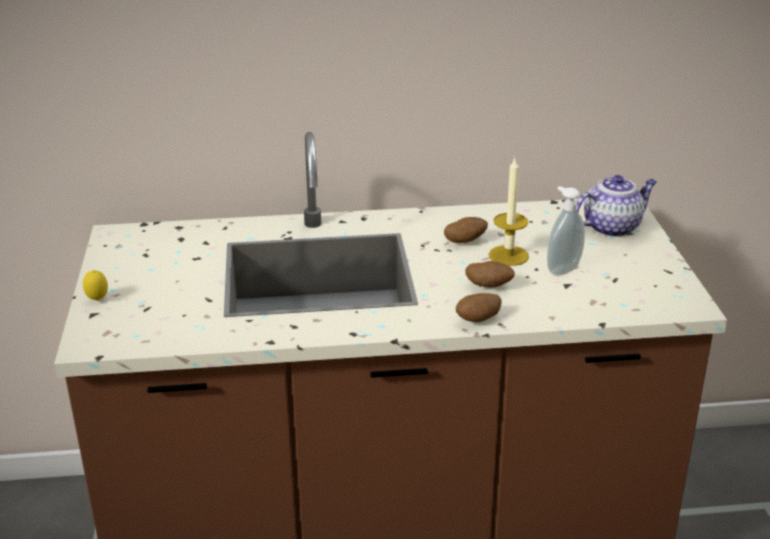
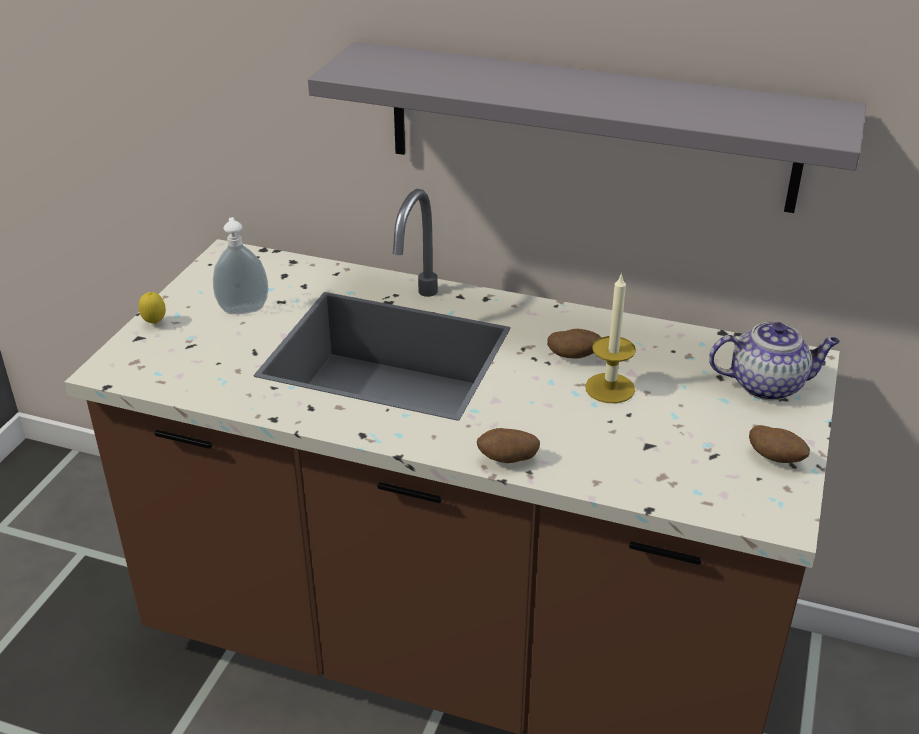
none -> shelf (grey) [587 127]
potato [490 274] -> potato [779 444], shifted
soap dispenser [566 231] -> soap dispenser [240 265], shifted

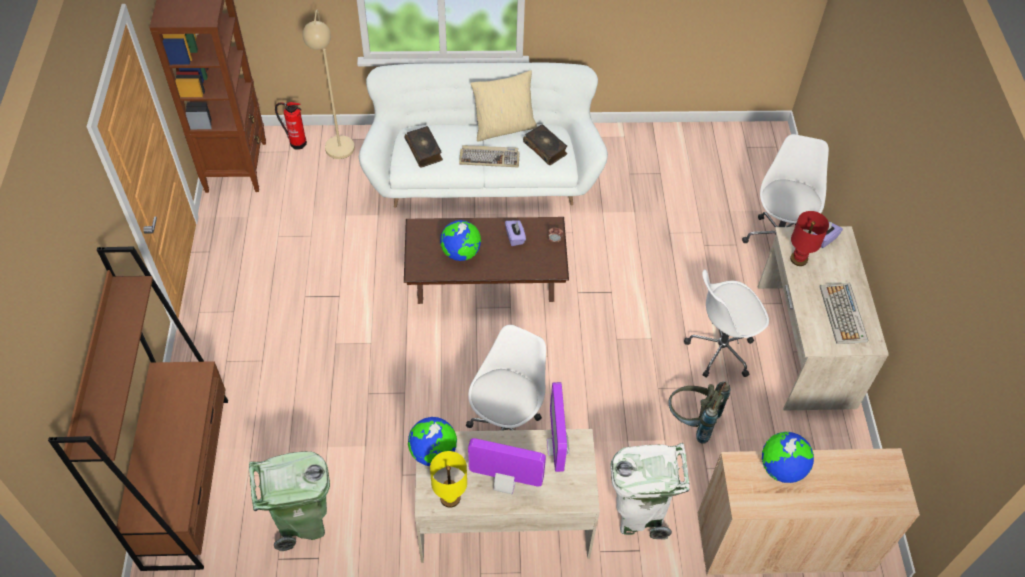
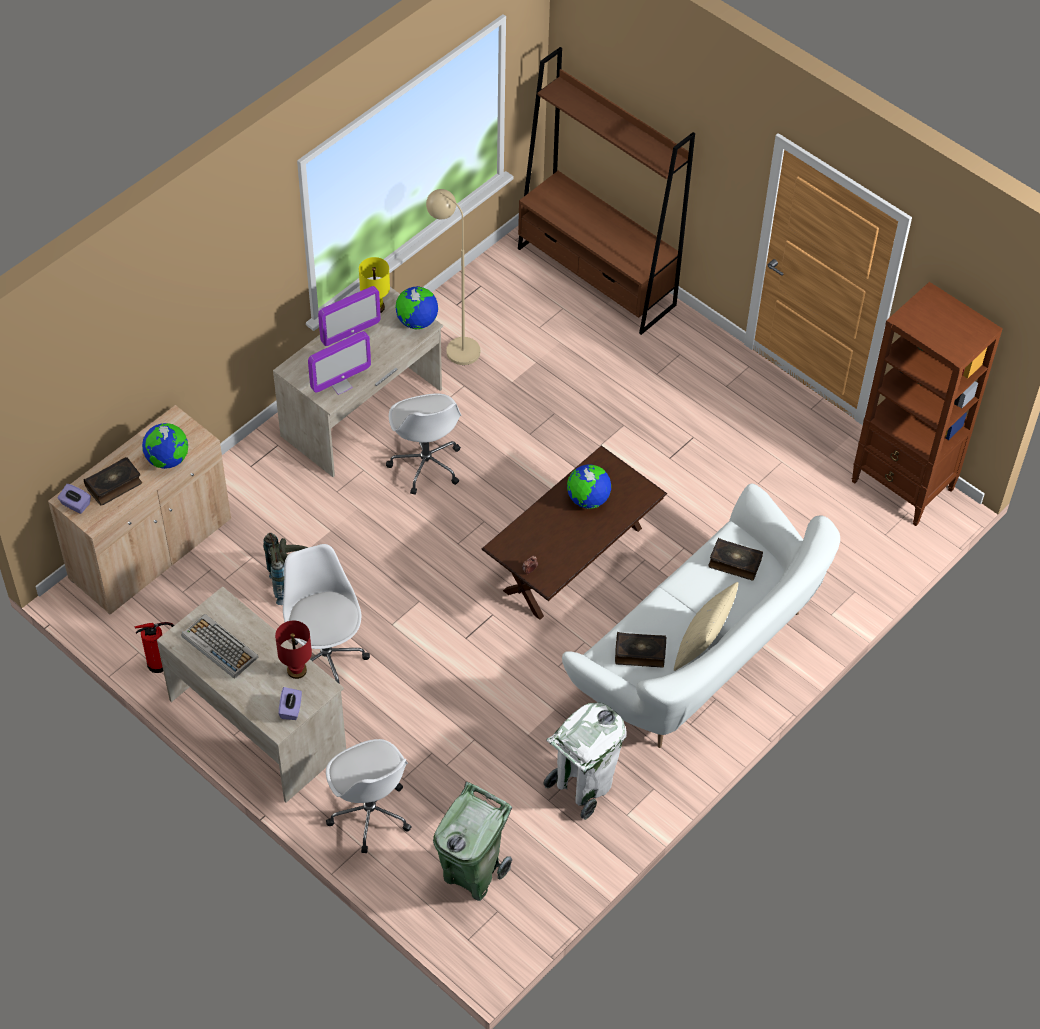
keyboard [489 156] -> none
none -> book [113 481]
trash can (green) [289 501] -> trash can (green) [472 841], shifted
fire extinguisher [291 126] -> fire extinguisher [154 647], shifted
floor lamp (beige) [328 84] -> floor lamp (beige) [453 277], shifted
tissue box (purple) [515 233] -> tissue box (purple) [74 499], shifted
trash can (white) [650 491] -> trash can (white) [585 761], shifted
monitor [558 427] -> monitor [339 363], 105 degrees clockwise
office chair (white) [726 323] -> office chair (white) [326 614], 45 degrees counterclockwise

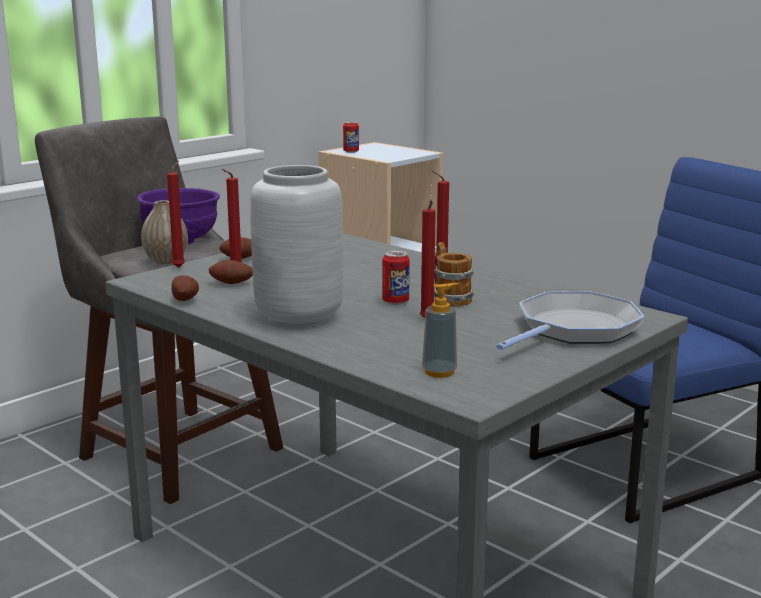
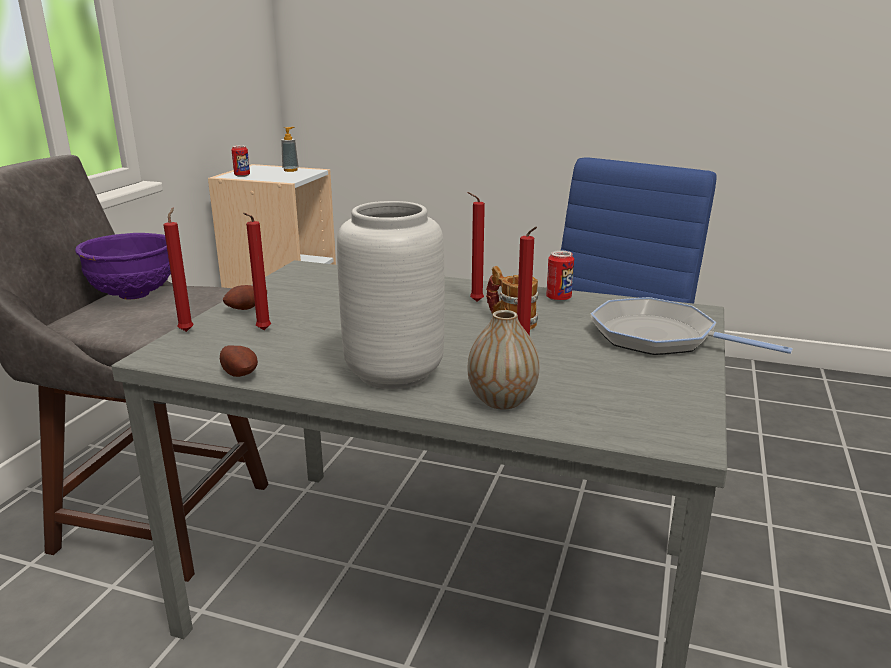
potato [231 272] -> none
vase [164 232] -> vase [503 360], shifted
can [396 277] -> can [560 276], shifted
soap dispenser [440 330] -> soap dispenser [290 149], shifted
frying pan [570 321] -> frying pan [692 326], 75 degrees counterclockwise

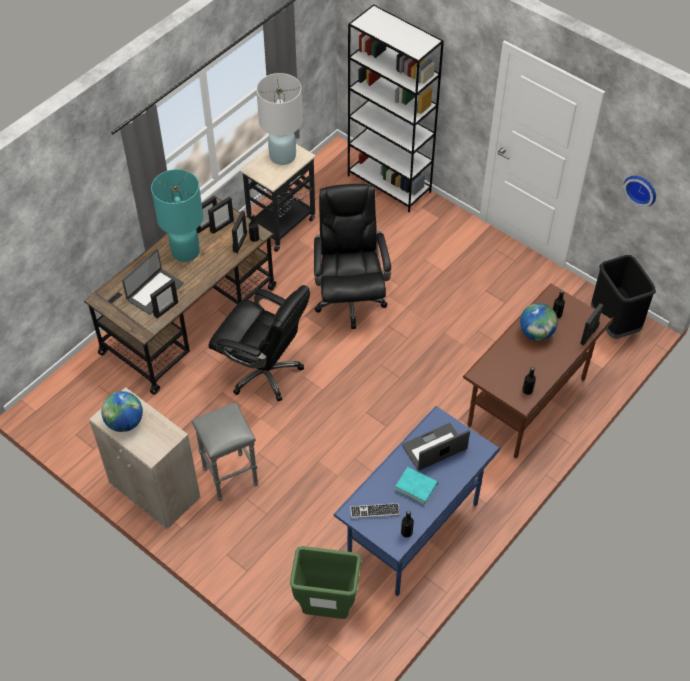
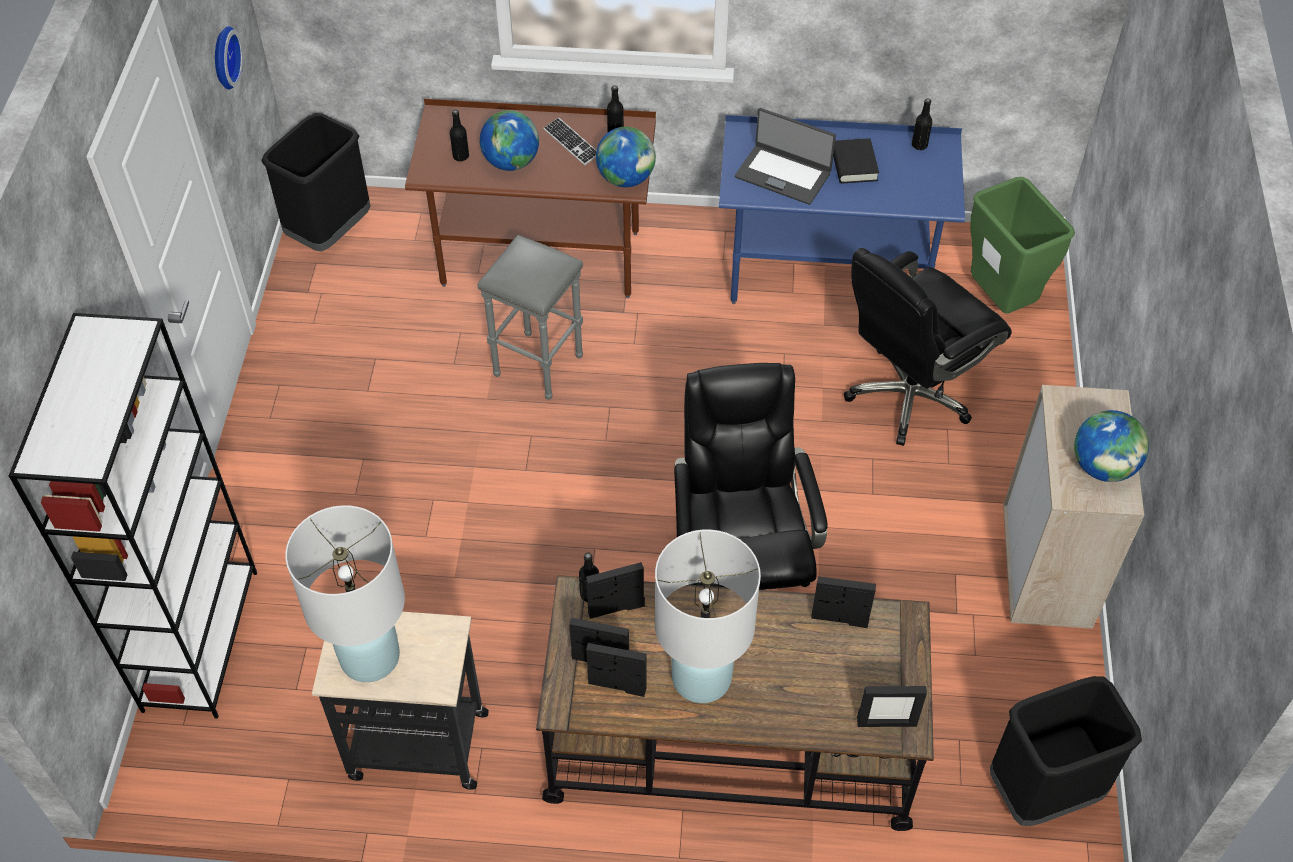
laptop [152 282] -> none
none -> globe [626 157]
none -> trash can (black) [1066 751]
stool (grey) [225 451] -> stool (grey) [530 317], shifted
office chair (black) [352 256] -> office chair (black) [928 347], shifted
keyboard [375 510] -> keyboard [570 141], shifted
picture frame [591 324] -> picture frame [892 706], shifted
table lamp (turquoise) [177 215] -> table lamp (white) [708 616]
book (turquoise) [416 486] -> book (black) [856 160]

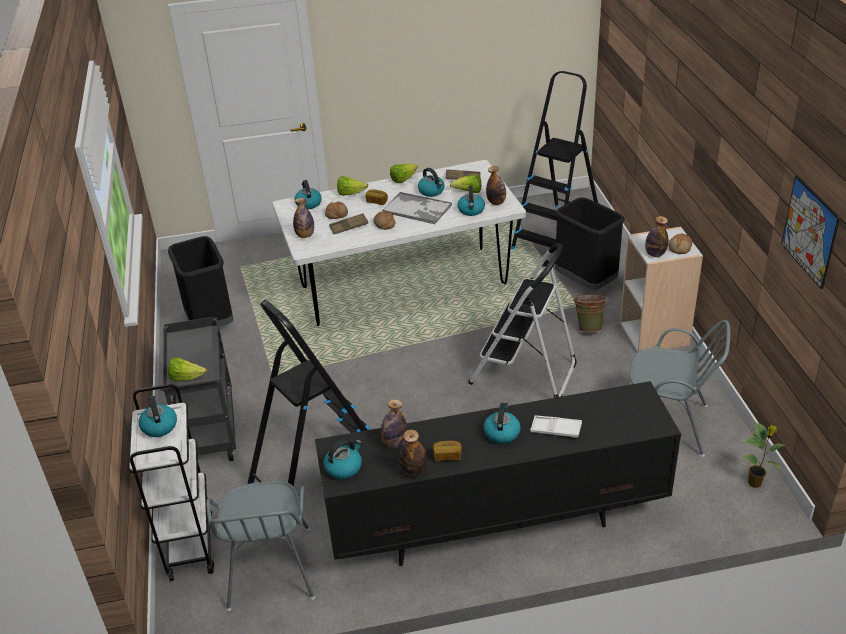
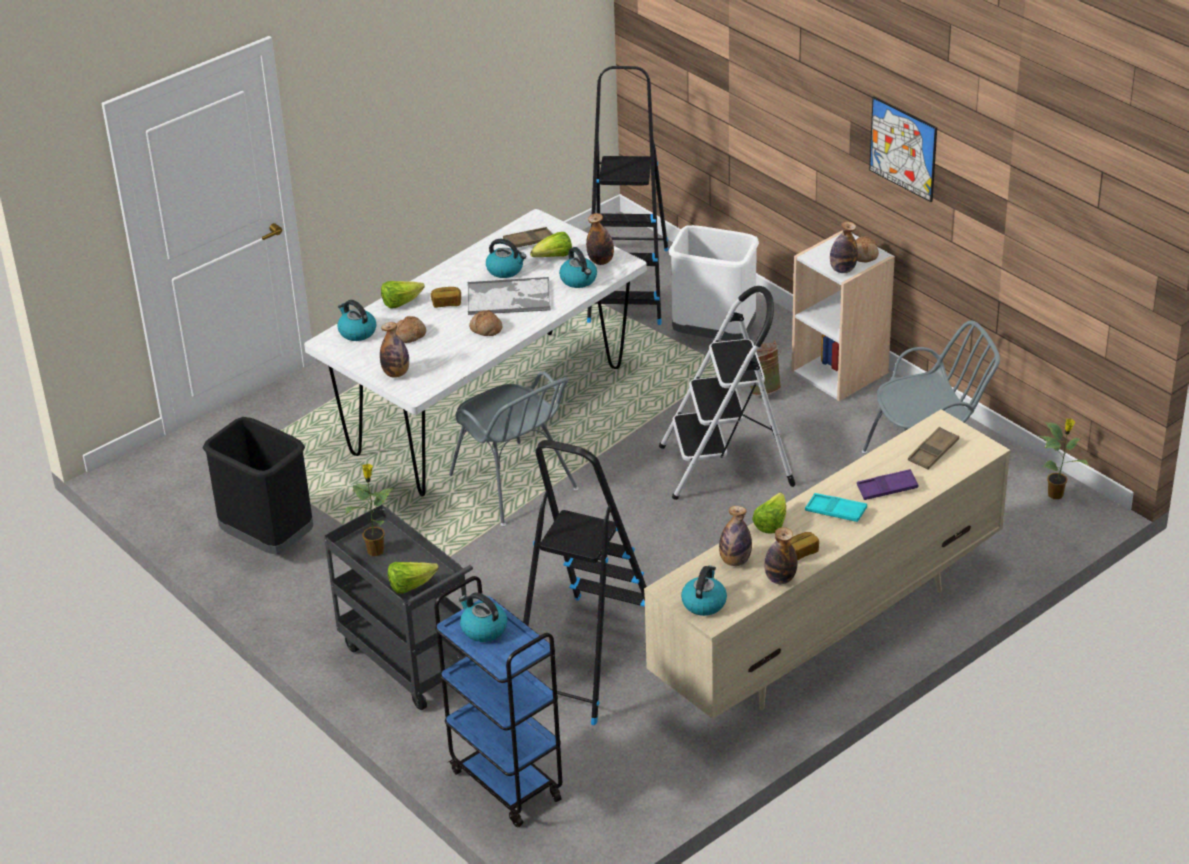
none -> potted plant [369 509]
chair (grey) [260 546] -> chair (grey) [514 449], shifted
tray (brown) [348 223] -> tray (brown) [933 448], shifted
lettuce [404 173] -> lettuce [769 513], shifted
picture [810 232] -> picture [903 149], shifted
kettle [501 423] -> tray (turquoise) [836 507]
cart (white) [171 483] -> cart (blue) [498 701]
cabinet (black) [498 473] -> cabinet (beige) [827 564]
tray (white) [556 426] -> tray (purple) [887 484]
trash can (black) [590 243] -> trash can (white) [714 283]

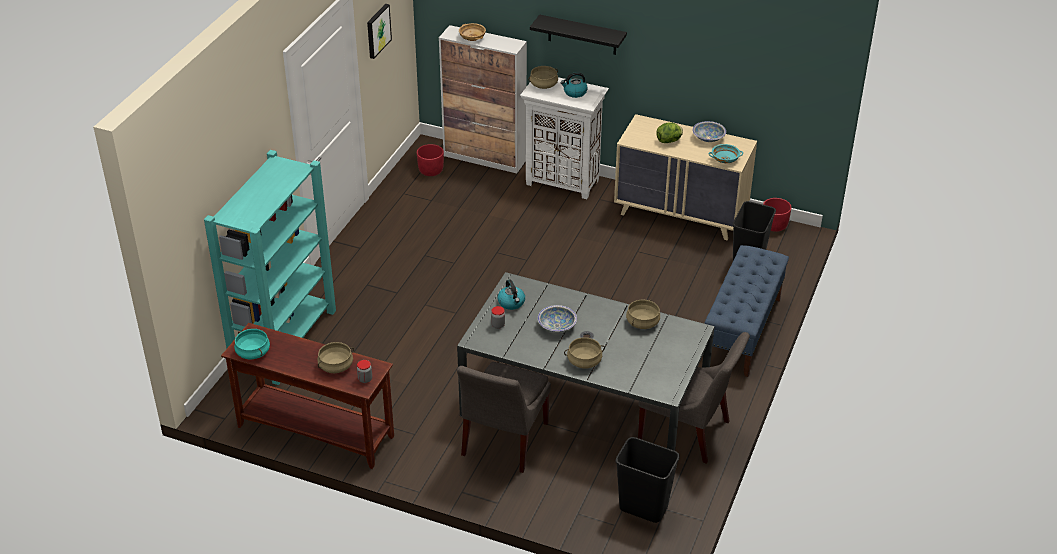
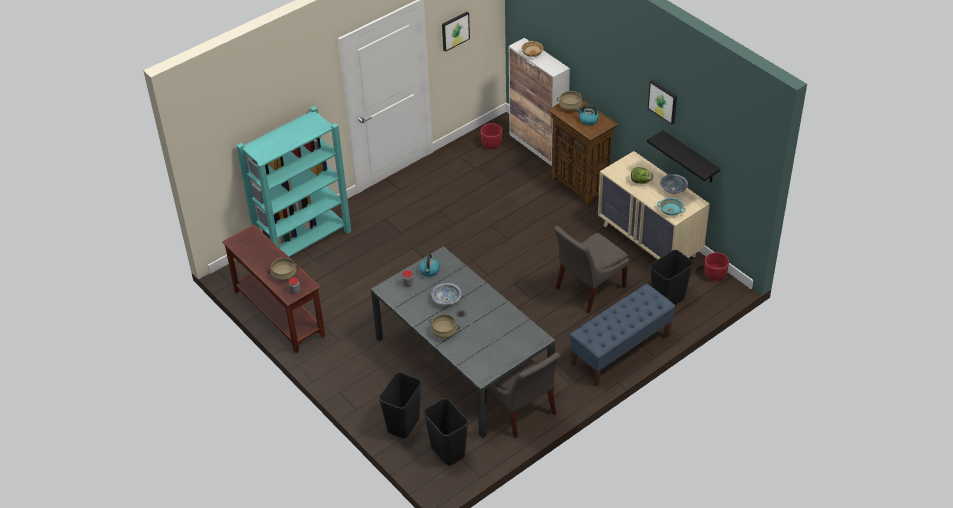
cooking pot (turquoise) [252 344] -> none
cooking pot (beige) [643 314] -> none
none -> trash can (black) [400 405]
none -> picture [662 102]
chair (grey) [504 417] -> chair (grey) [591 270], shifted
shelf (black) [578 35] -> shelf (black) [683 156], shifted
cabinet (white) [564 138] -> cabinet (brown) [583 153]

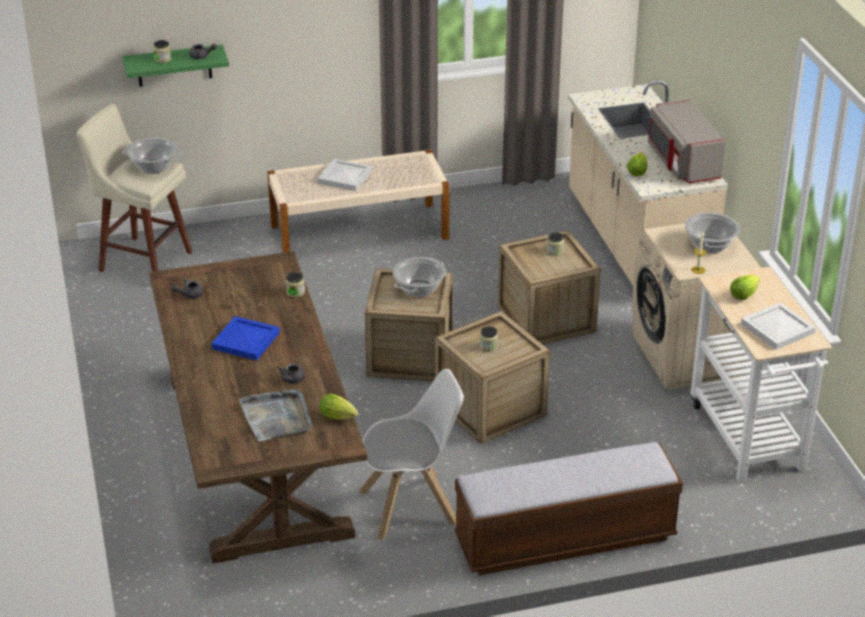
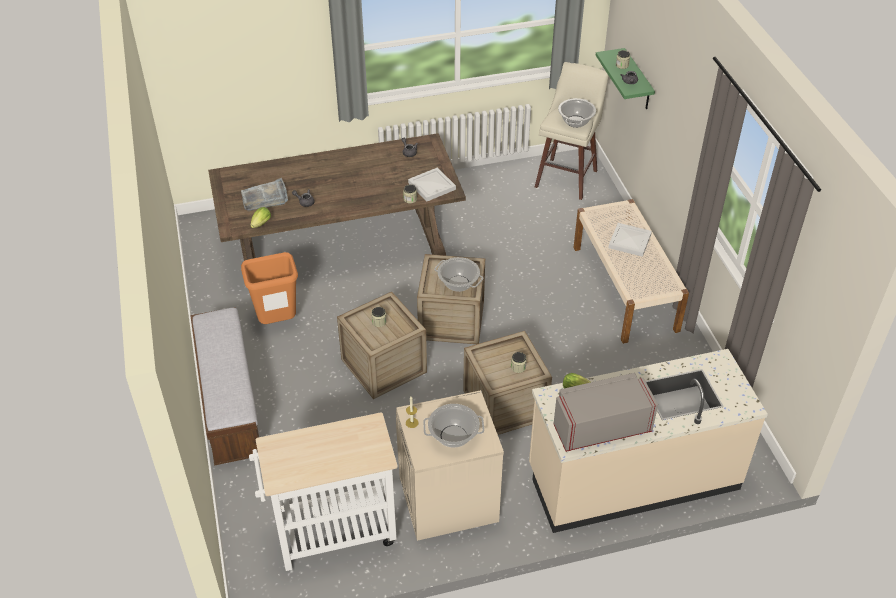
tray (blue) [245 338] -> none
lettuce [745 287] -> none
tray (white) [778 326] -> tray (white) [432 185], shifted
chair [411 454] -> trash can (orange) [269 288]

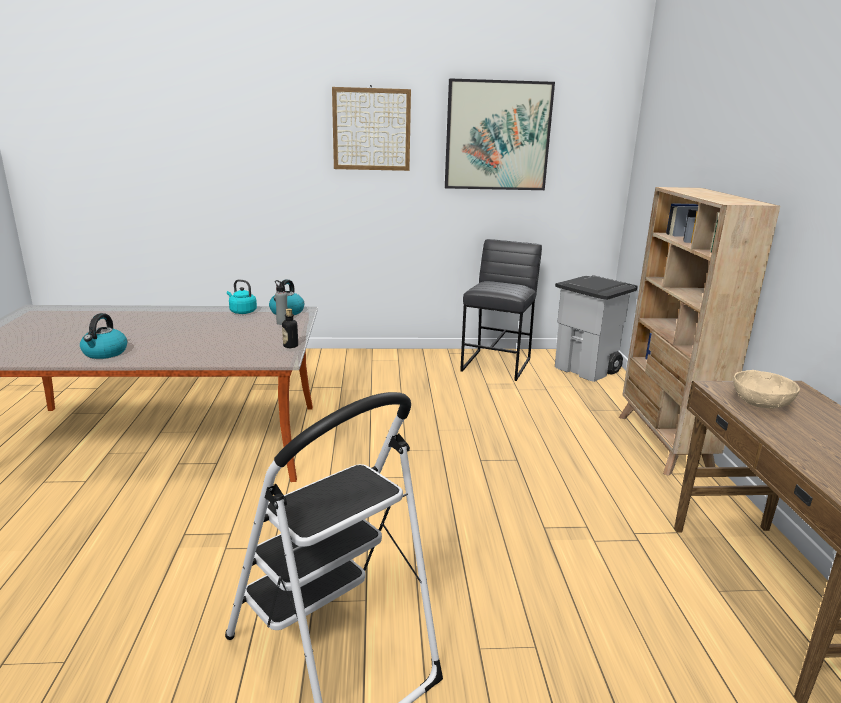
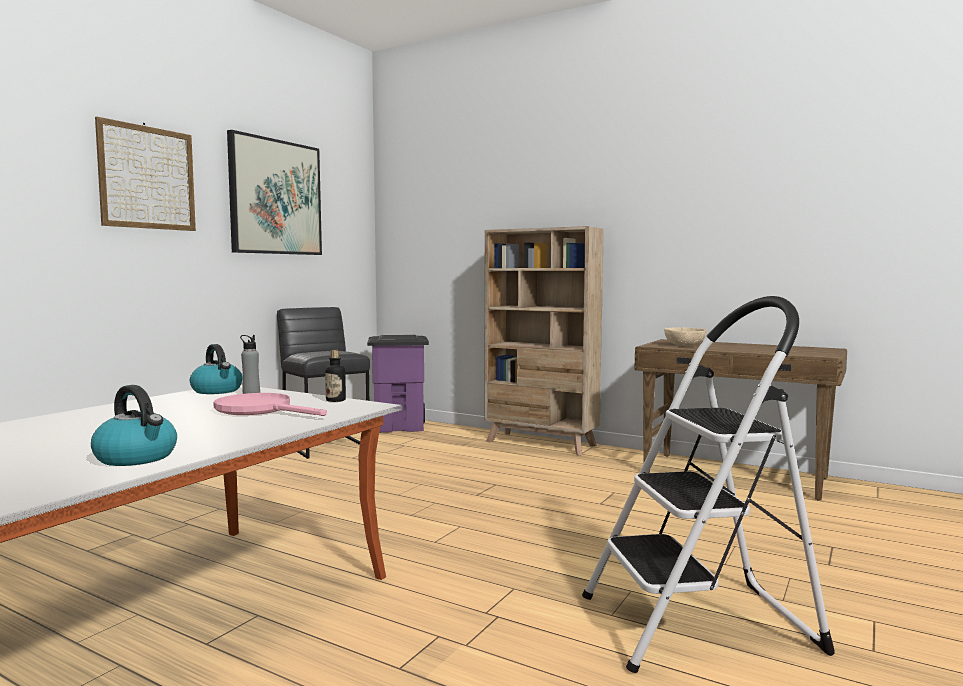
kettle (turquoise) [242 296] -> none
none -> frying pan (pink) [270 404]
trash can (grey) [596 328] -> trash can (purple) [398 384]

